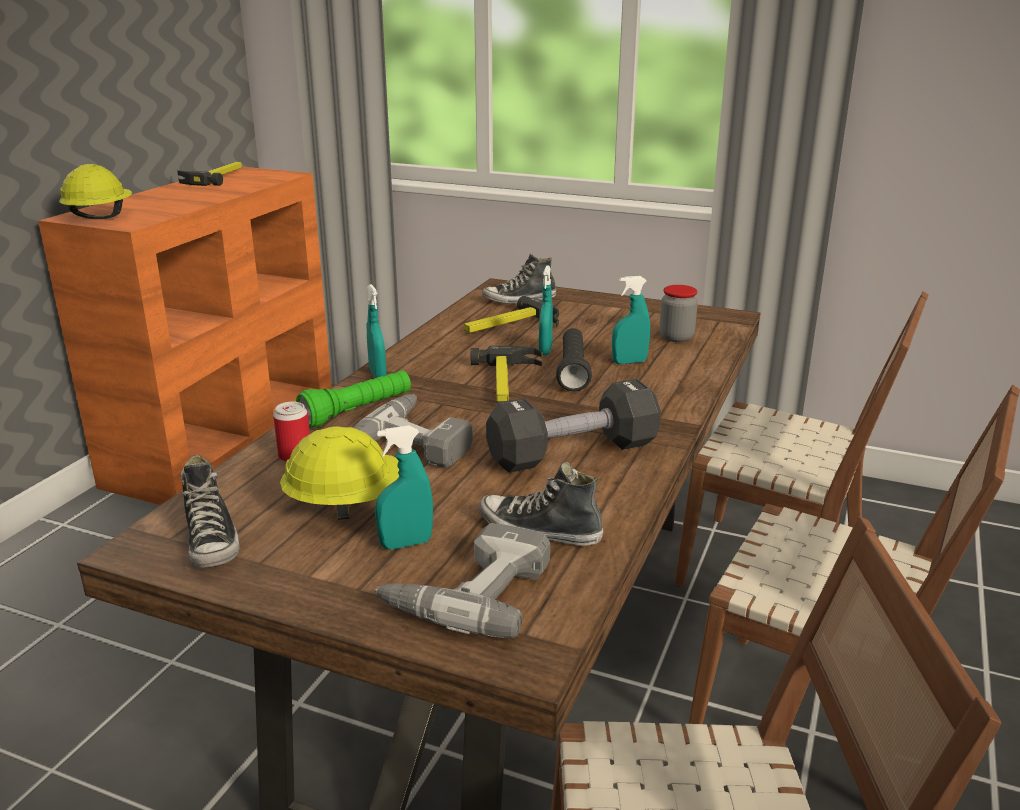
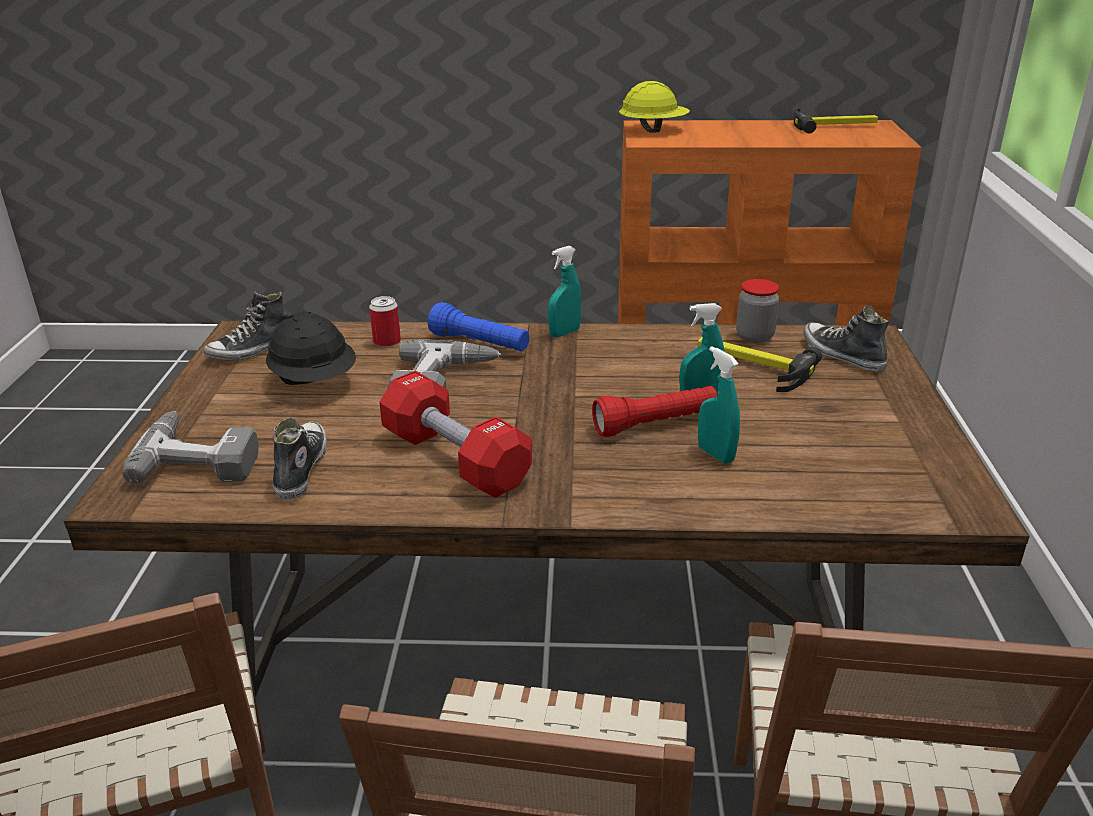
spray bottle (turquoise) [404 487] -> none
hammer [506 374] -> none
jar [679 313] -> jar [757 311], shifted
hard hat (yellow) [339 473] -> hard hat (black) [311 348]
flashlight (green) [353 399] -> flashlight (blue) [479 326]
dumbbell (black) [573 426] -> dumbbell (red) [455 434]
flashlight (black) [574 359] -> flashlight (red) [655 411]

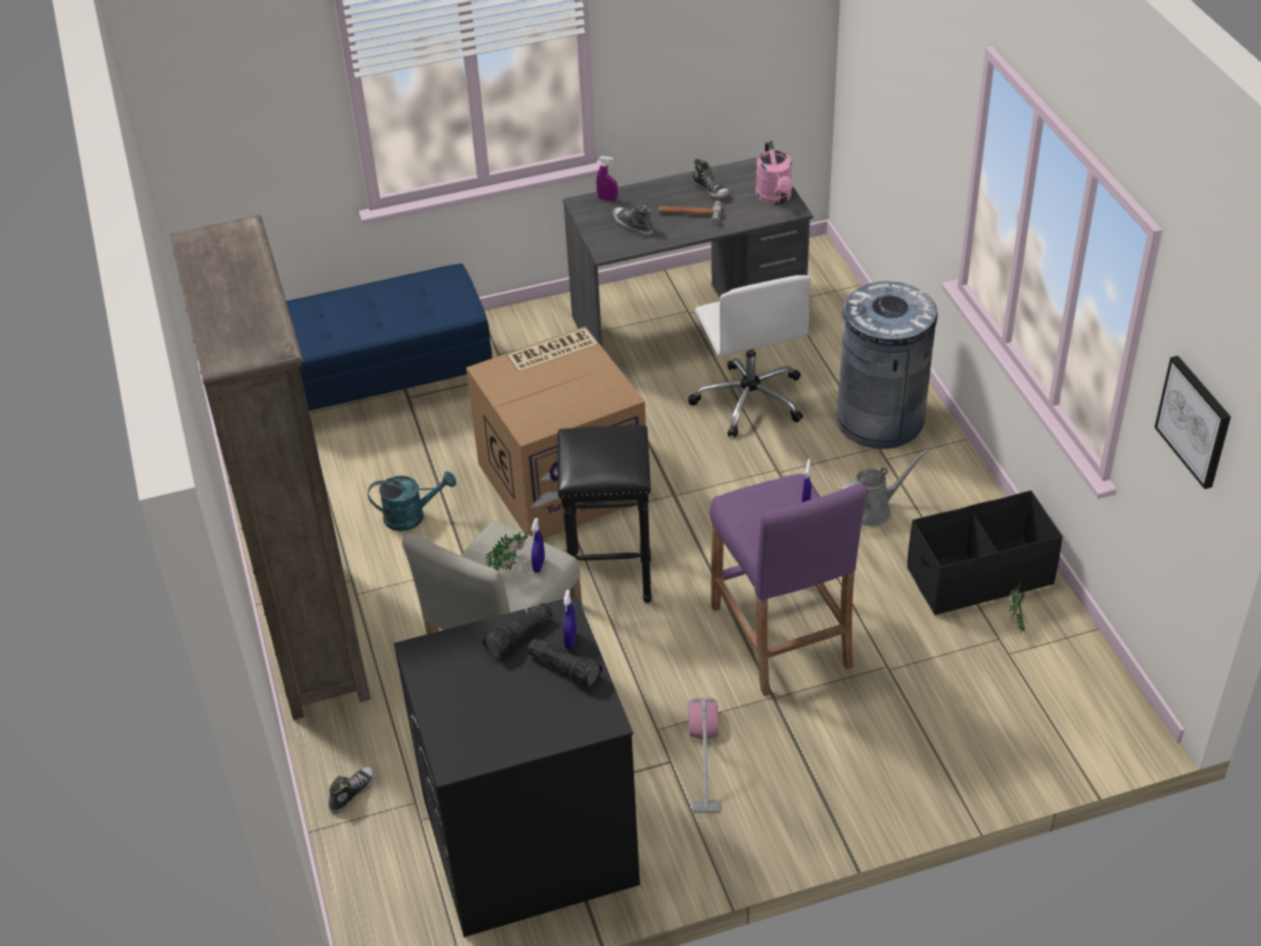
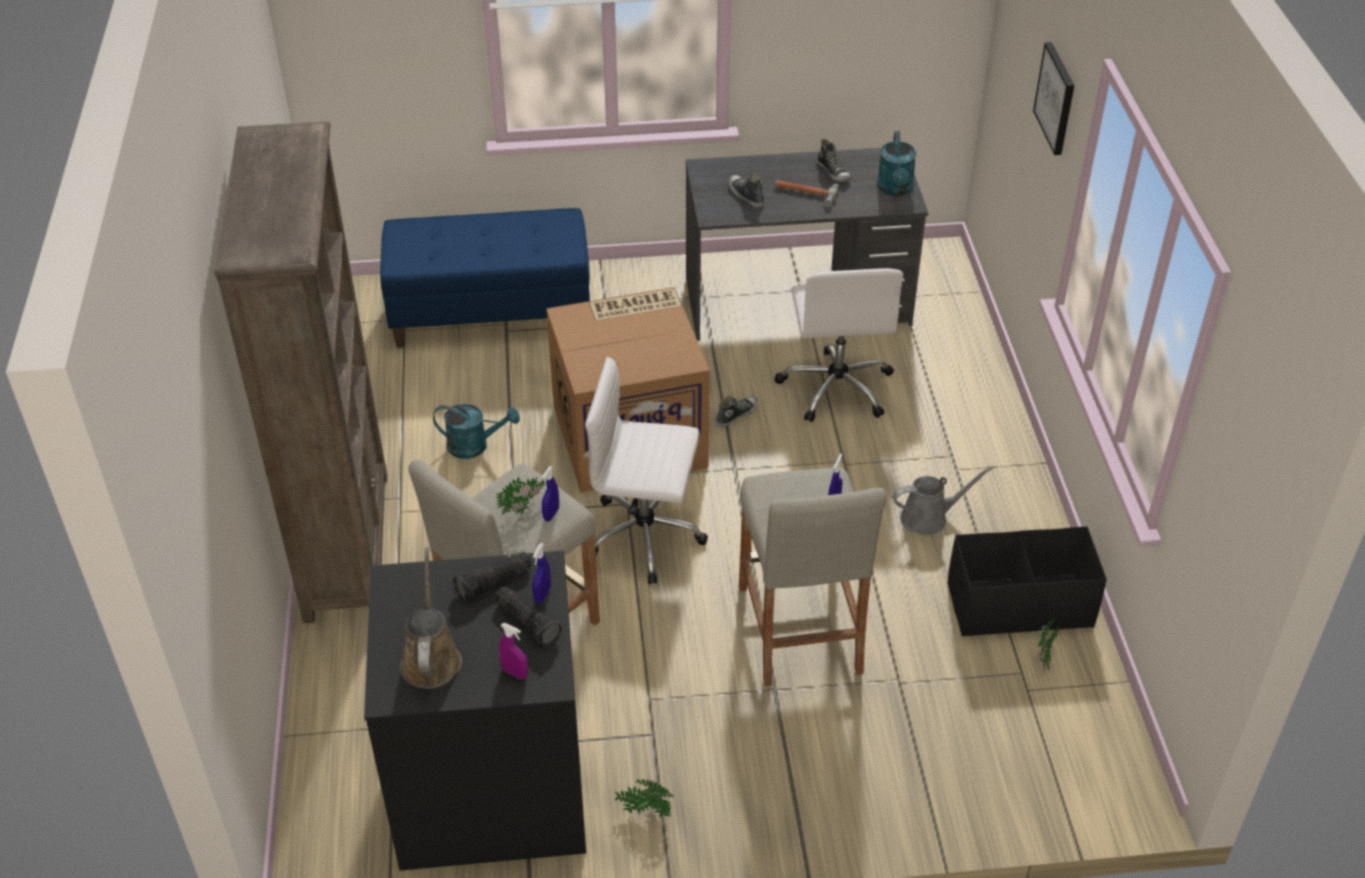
vacuum cleaner [704 755] -> none
trash can (grey) [886 365] -> none
none -> watering can (brown) [431 618]
none -> potted plant [644 798]
shoe [352 789] -> shoe [737 411], shifted
spray bottle (purple) [607 178] -> spray bottle (purple) [513 651], shifted
picture [1192 422] -> picture [1053 98], shifted
stool (black) [604 514] -> office chair (white) [646 471]
stool (purple) [789 585] -> stool (beige) [813 577]
watering can (pink) [774 173] -> watering can (turquoise) [896 163]

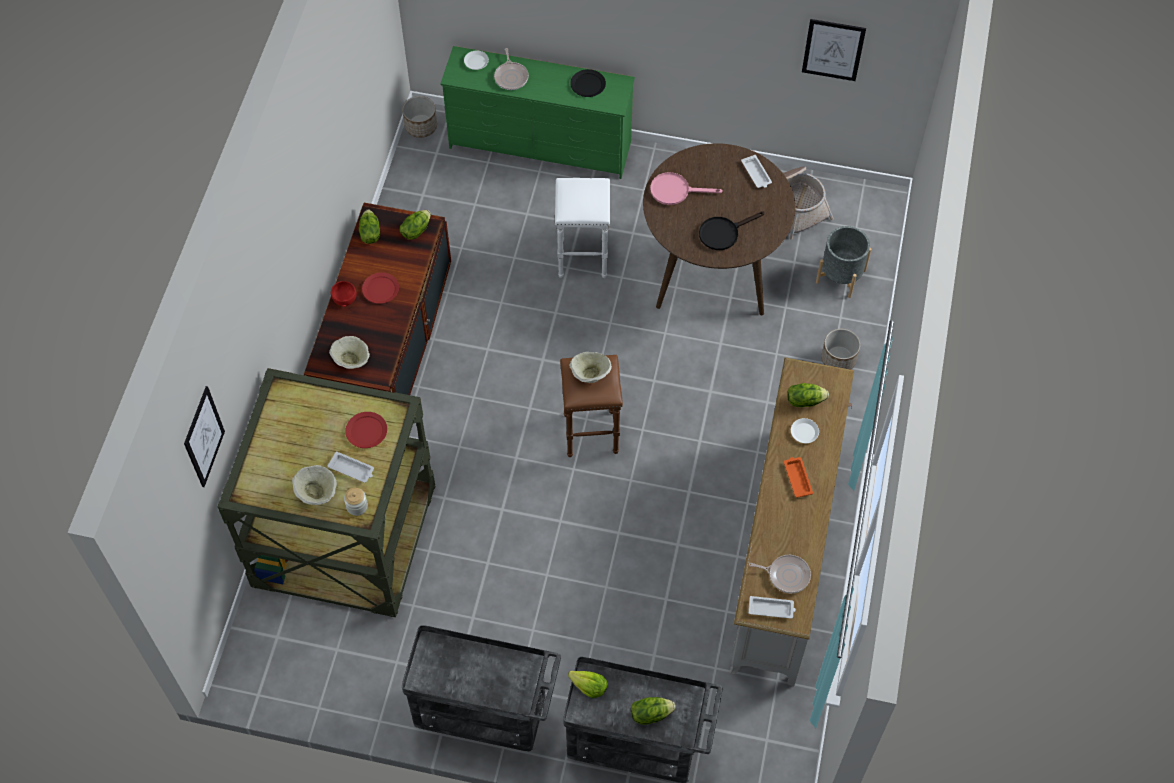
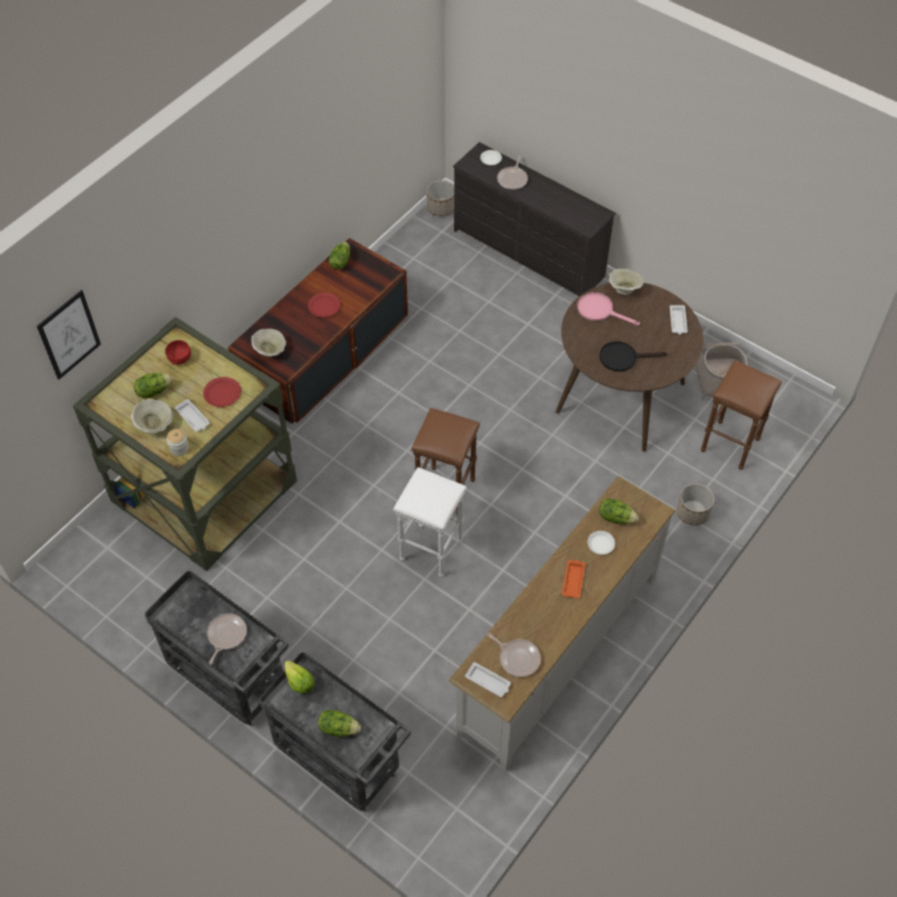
plate (black) [588 83] -> none
picture [834 50] -> none
none -> frying pan [227 639]
bowl (red) [344 294] -> bowl (red) [178 352], shifted
lettuce [415 225] -> lettuce [153 385], shifted
stool (white) [582 228] -> stool (white) [430 522], shifted
bowl (beige) [590 367] -> bowl (beige) [626 282], shifted
planter (grey) [843 262] -> stool (brown) [741 415]
dresser (green) [537 112] -> dresser (black) [534 219]

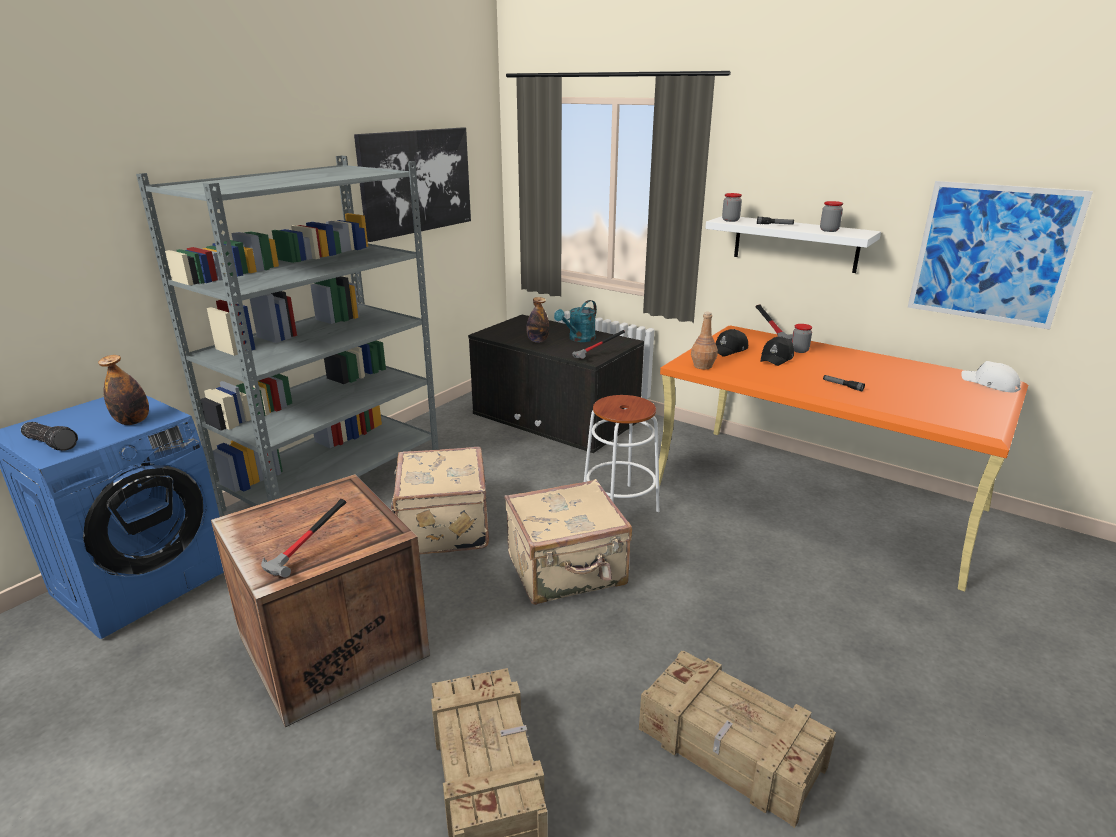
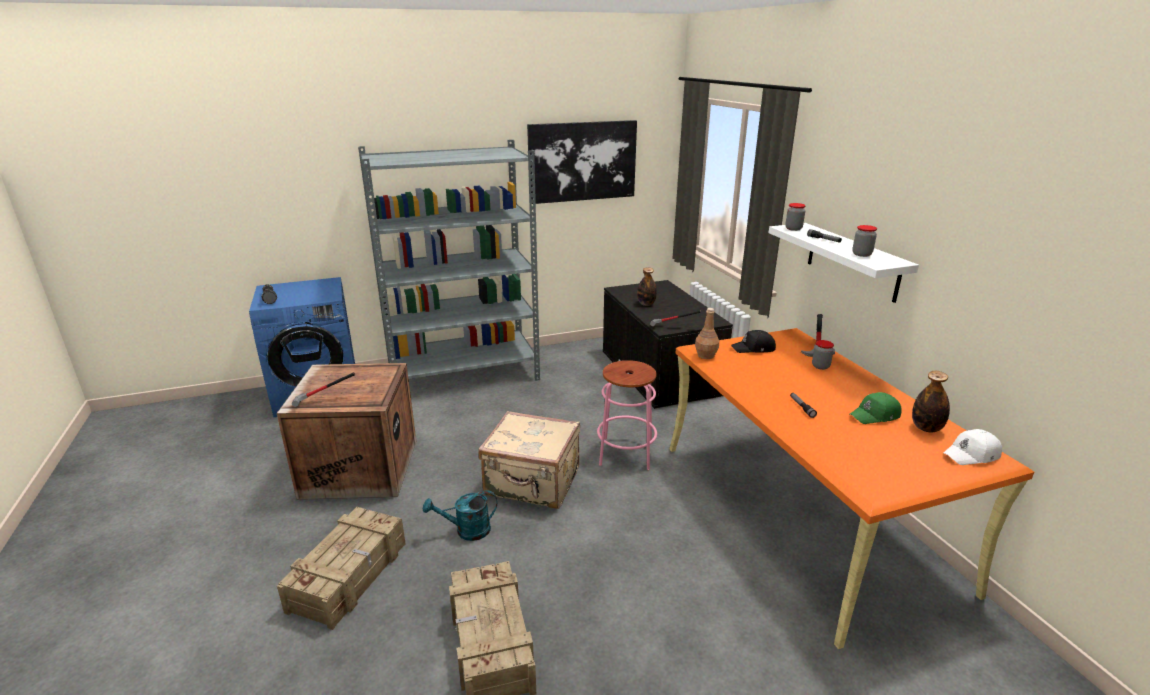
suitcase (beige) [439 501] -> none
cap (black) [777 351] -> none
picture [1000 255] -> none
none -> cap (green) [876 408]
bottle [123 390] -> bottle [931 401], shifted
watering can (turquoise) [575 321] -> watering can (turquoise) [460 515], shifted
stool (white) [622 453] -> stool (pink) [627 415]
cap (white) [991 376] -> cap (white) [973 447], 105 degrees counterclockwise

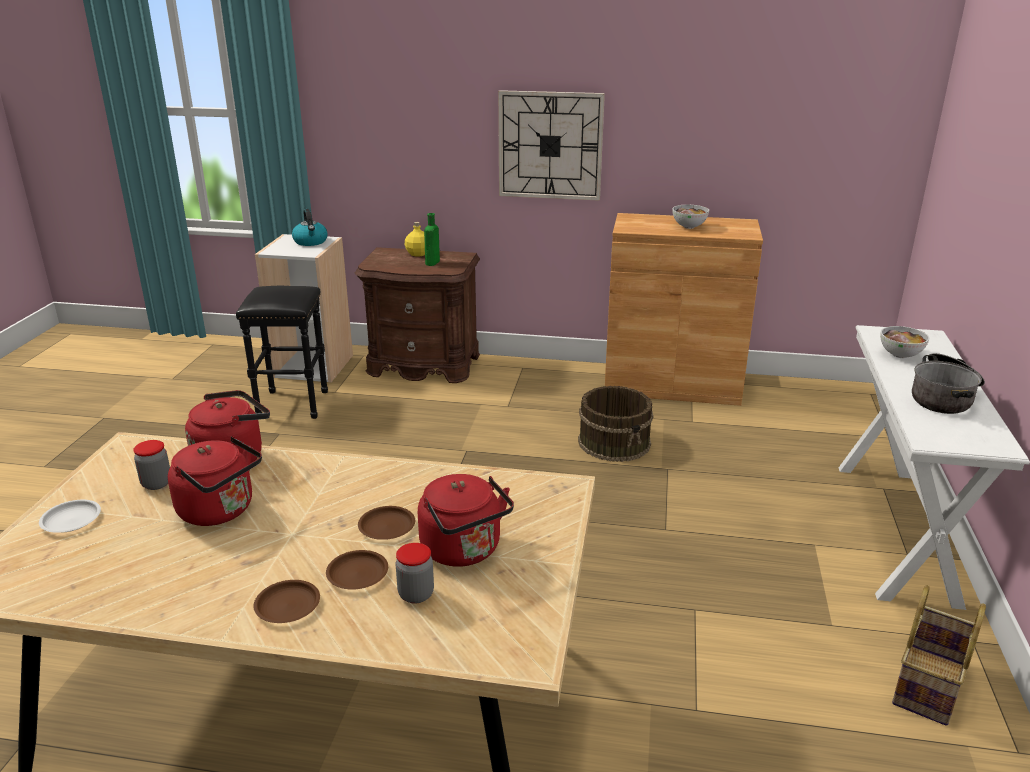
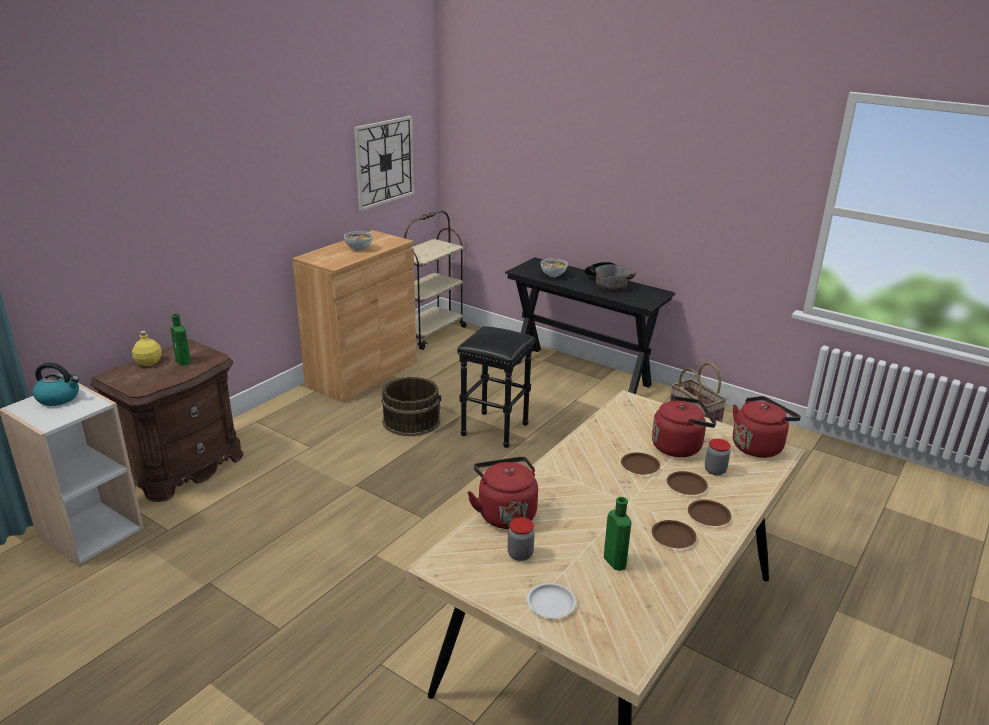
none -> cart (beige) [435 280]
none -> bottle (green) [617 534]
none -> plate (brown) [674 534]
kettle (red) [215 481] -> kettle (red) [767 427], shifted
stool (black) [282 352] -> stool (black) [496 387], shifted
wall clock [551 145] -> wall clock [384 163], shifted
console table (white) [934 467] -> console table (black) [590 325]

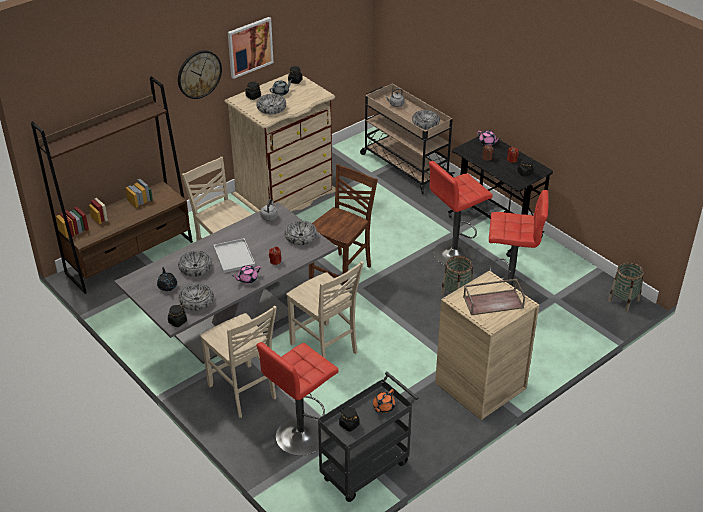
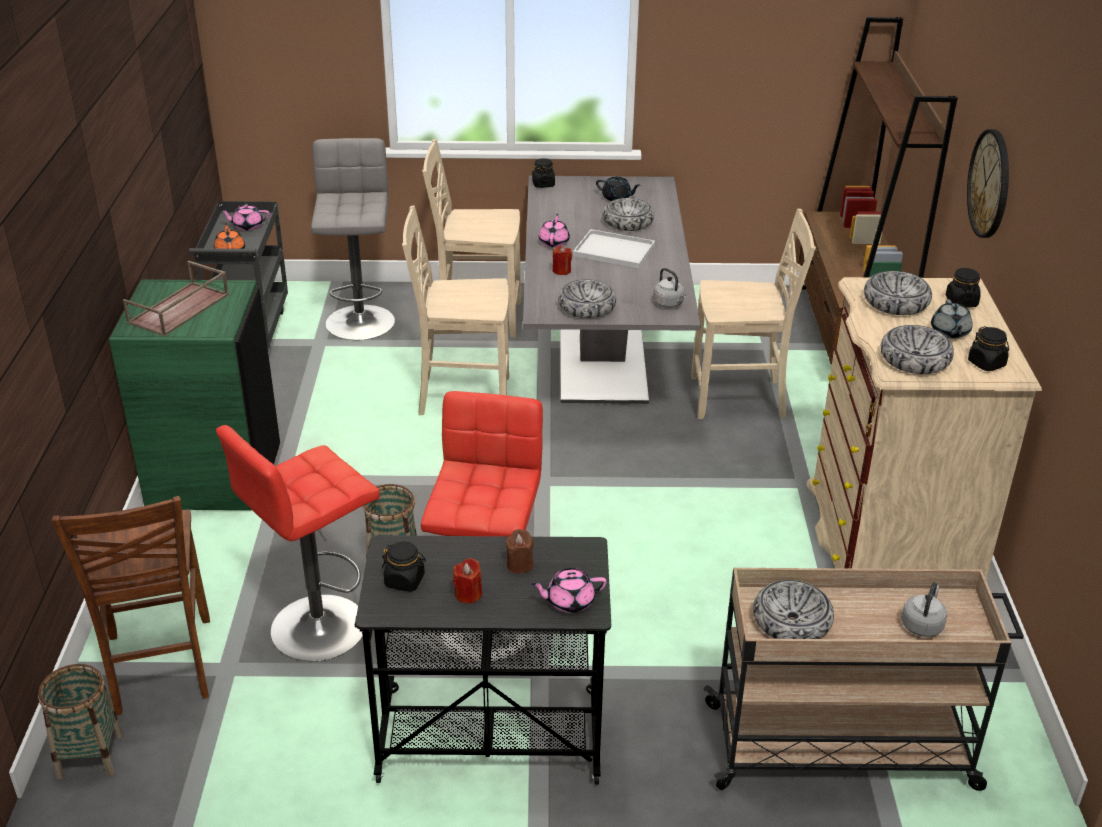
picture [251 48] -> none
bowl [196 297] -> bowl [917 349], shifted
chair (brown) [343 227] -> chair (brown) [131 605], shifted
jar (black) [349 419] -> teapot (pink) [245 217]
stool (red) [297 399] -> stool (grey) [353 239]
cabinet (beige) [487 345] -> cabinet (green) [194 394]

